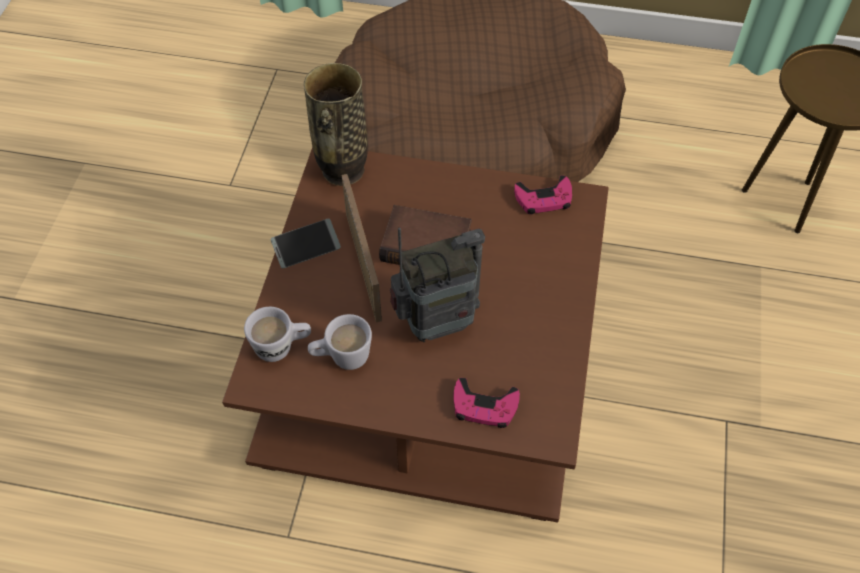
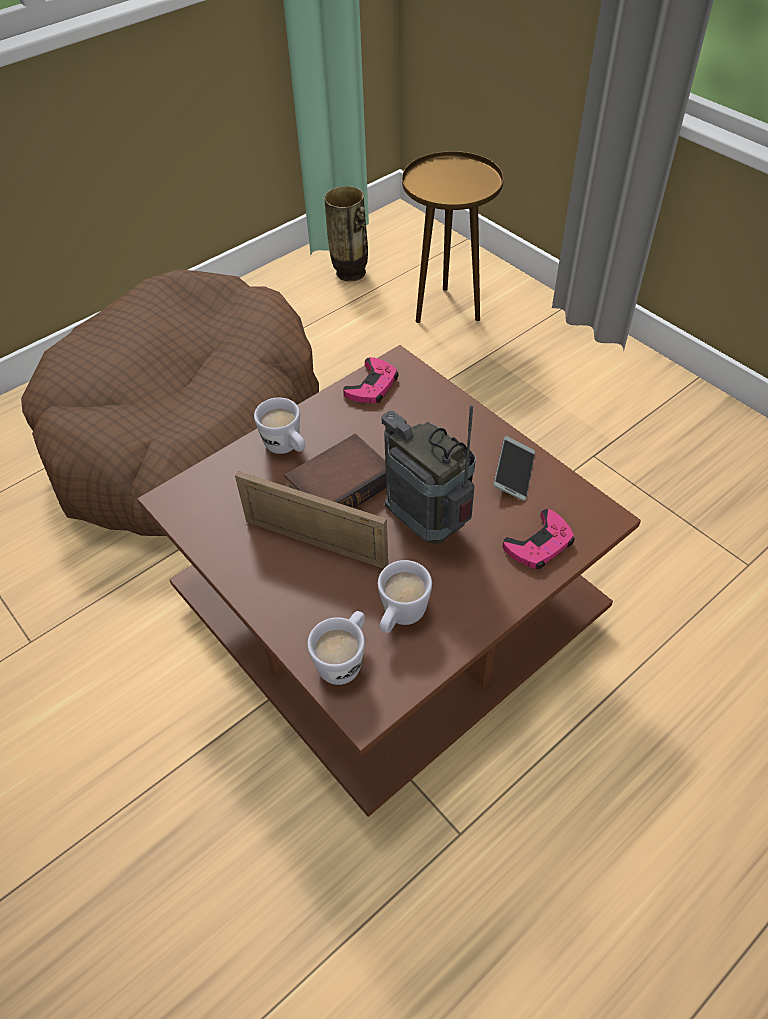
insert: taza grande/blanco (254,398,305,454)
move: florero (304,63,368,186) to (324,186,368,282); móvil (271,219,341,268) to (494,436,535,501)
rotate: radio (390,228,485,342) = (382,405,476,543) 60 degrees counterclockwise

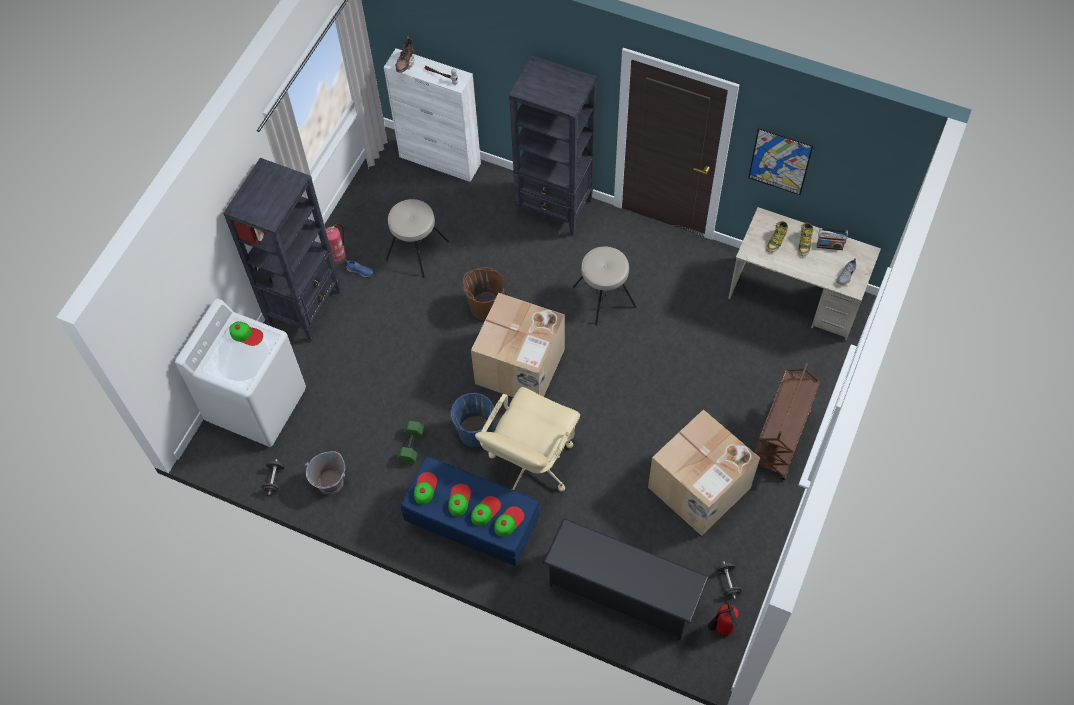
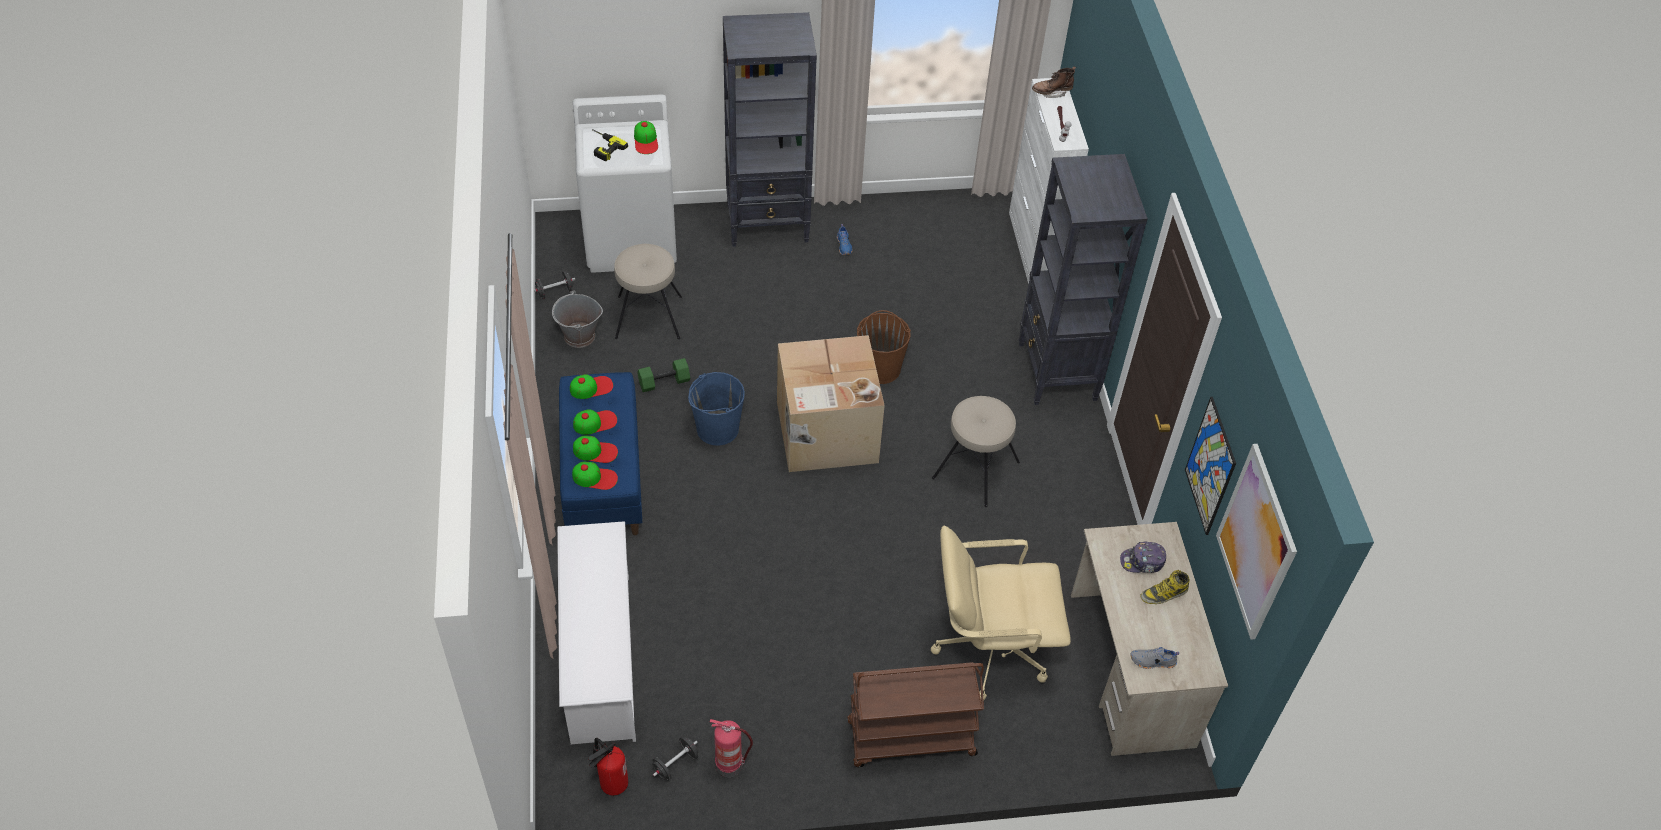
delete: caja de cartón (648,409,760,536); radio (817,228,848,250)
insert: taladro (592,129,628,161); cuadro (1216,444,1297,640)
move: taburete/beis (385,199,449,278) to (614,244,682,339); extintor (325,223,346,265) to (710,719,753,777); silla de oficina/beis (475,387,580,491) to (931,526,1071,701)
replace: bota (766,221,788,253) to gorra (1120,542,1166,573)
recolor: zapatero/negro (543,518,709,641) to zapatero/blanco (557,521,636,744)

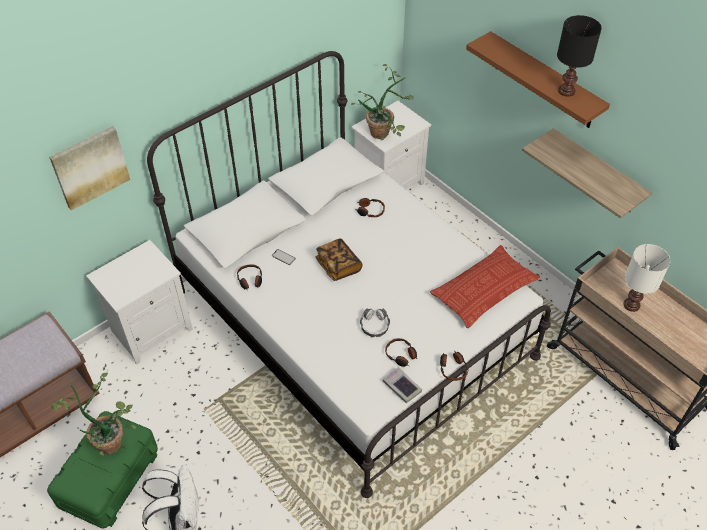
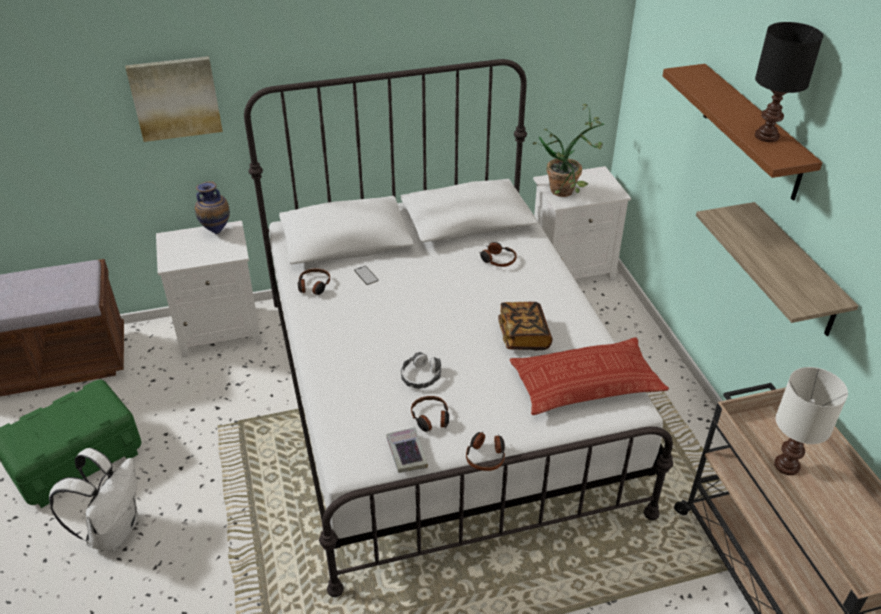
delete: planta en maceta (51,373,137,455)
insert: florero (195,181,230,234)
move: libro (315,239,363,281) to (498,302,553,350)

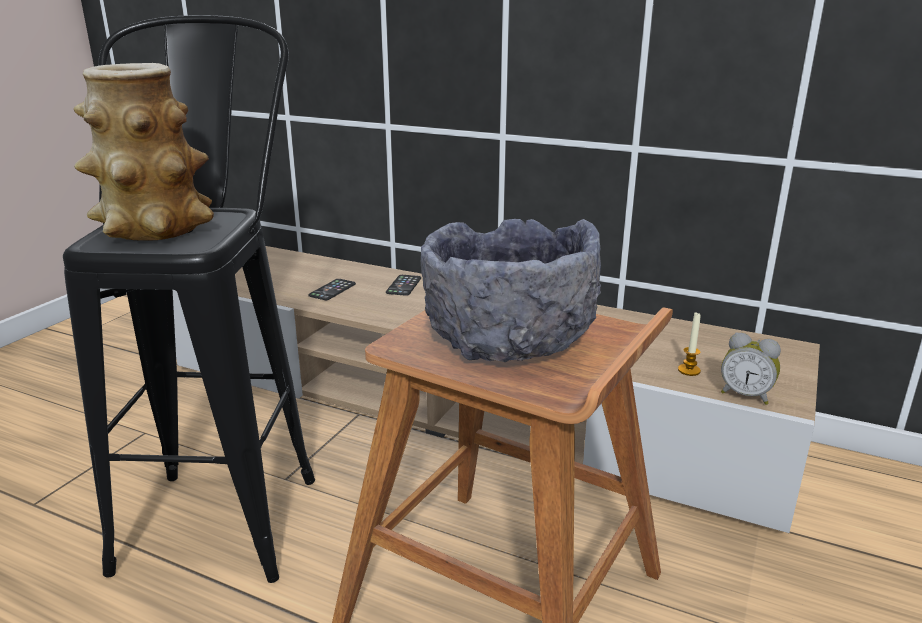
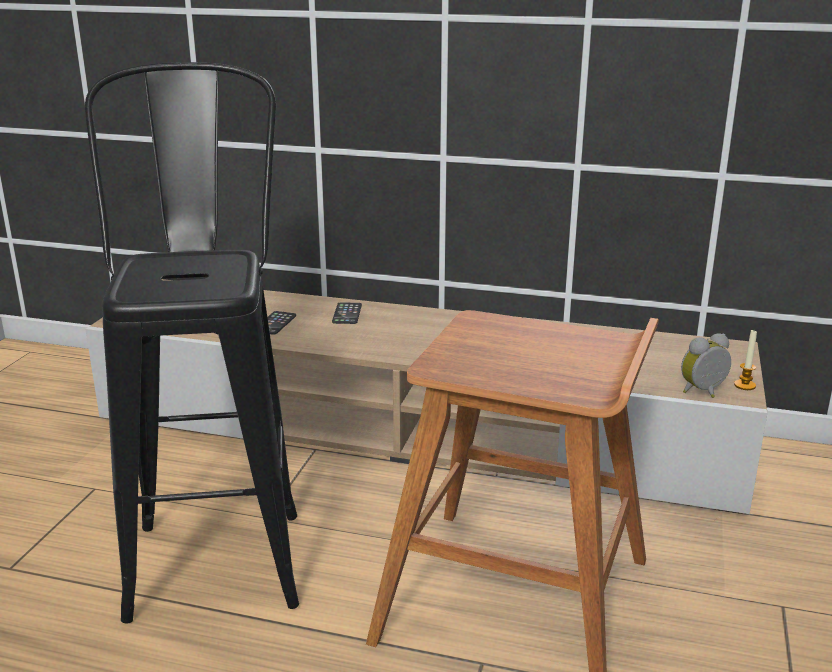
delete: florero (74,63,214,241); cuenco/gris (421,219,601,362)
move: vela (678,312,701,376) to (734,330,757,390)
rotate: despertador (721,333,781,405) = (681,333,731,398) 135 degrees clockwise

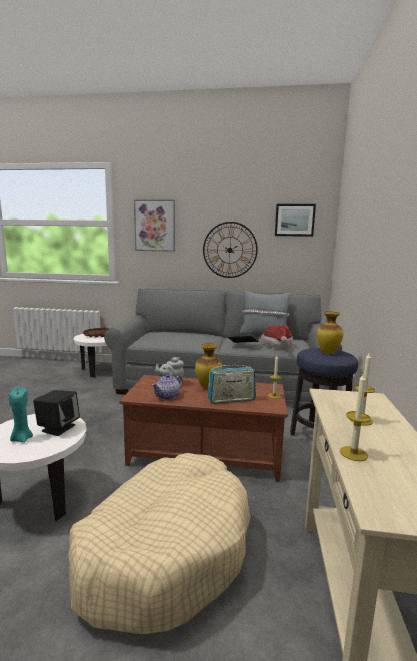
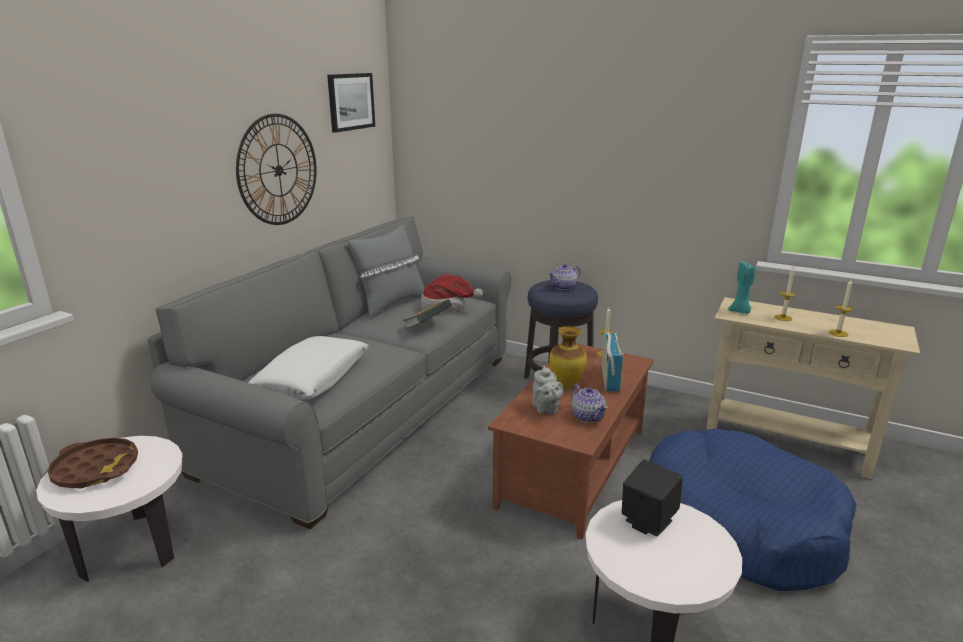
delete: cuadro (134,199,175,252)
insert: cojín/blanco (248,336,369,400)
move: vela/turquesa (9,387,33,443) to (728,261,755,314)
replace: florero (317,312,343,354) to tetera (548,264,581,290)
recolor: cama para perro/beis (69,453,251,634) to cama para perro/azul (649,429,857,591)

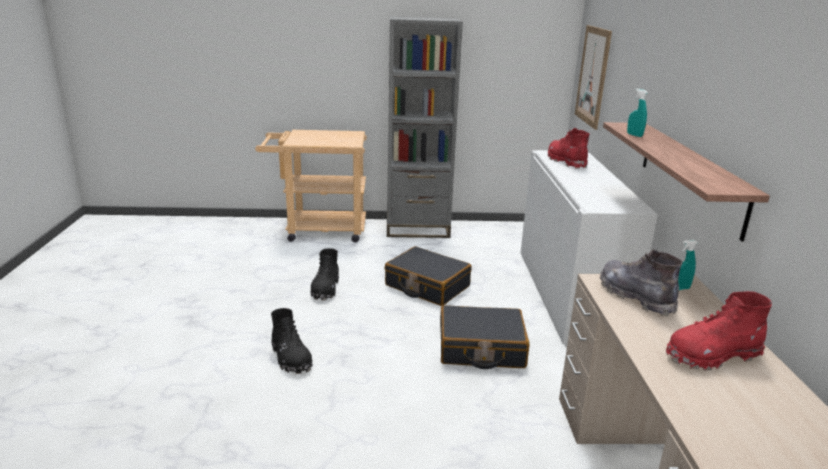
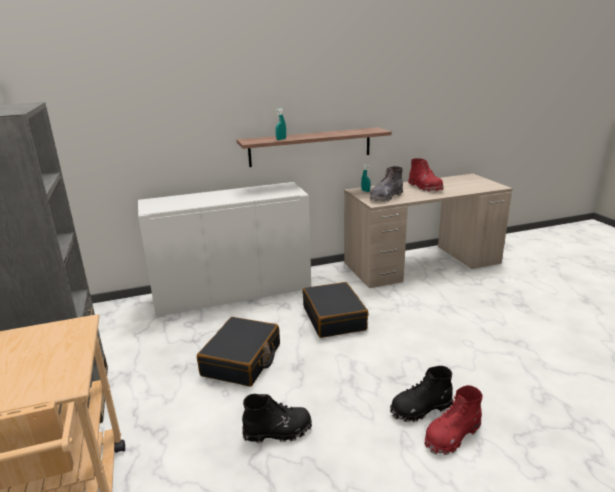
delete: cuadro (575,25,612,130)
move: bota/rojo (547,128,590,169) to (424,385,483,455)
rotate: bota/negro (271,308,313,374) = (390,366,454,422) 150 degrees counterclockwise

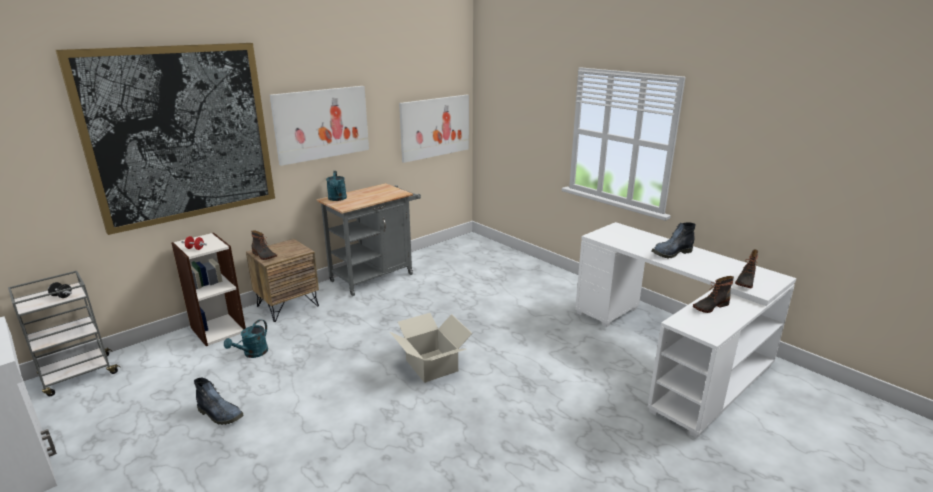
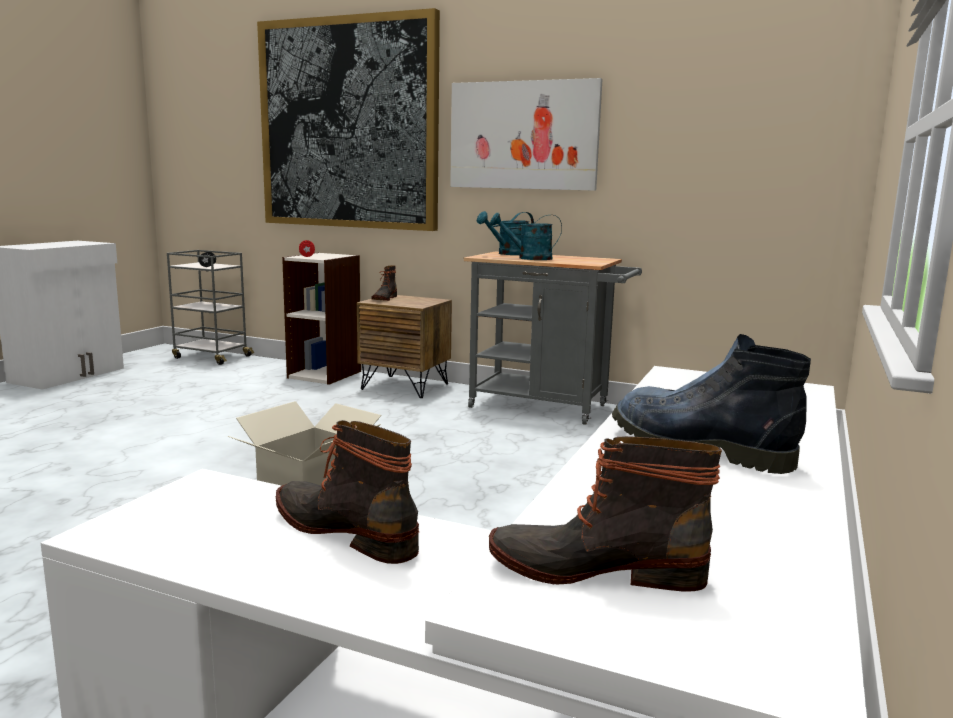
delete: bota (194,377,244,425); cuadro (399,95,469,163)
move: regadera/turquesa (224,319,268,358) to (490,213,562,260)

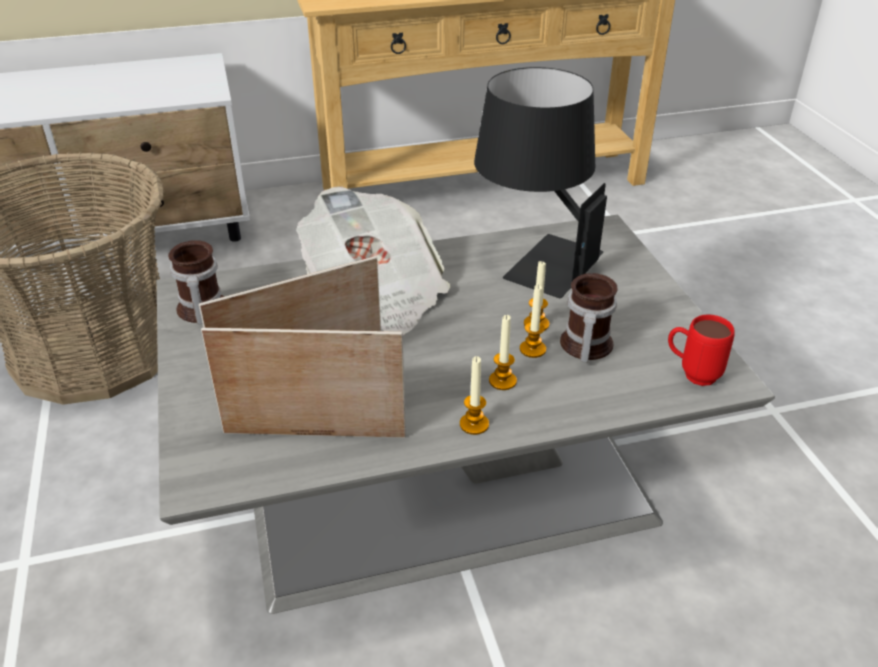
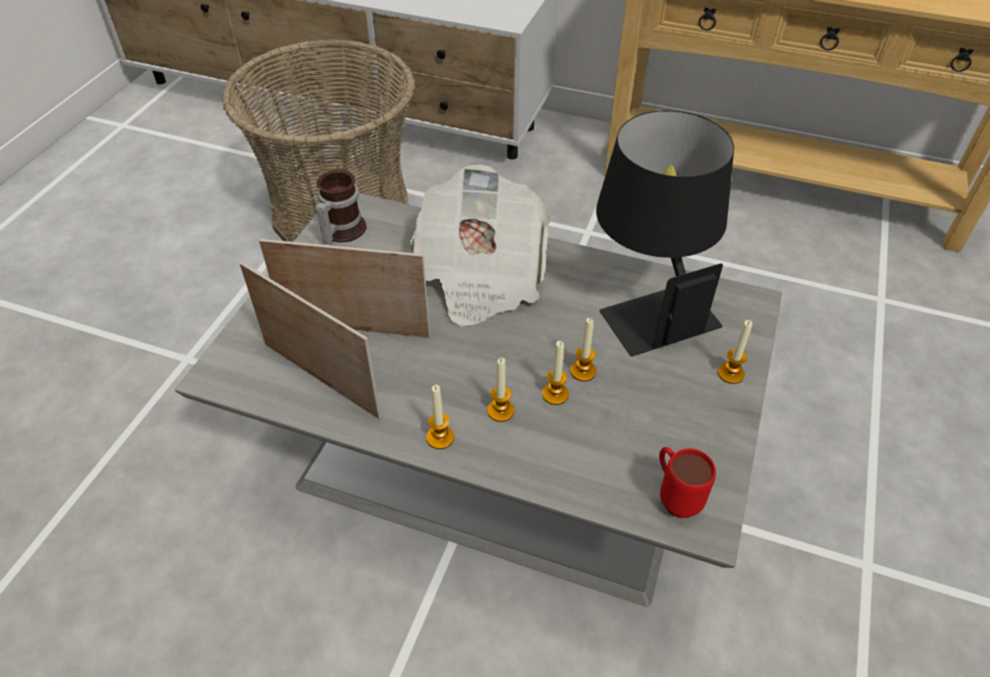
delete: taza grande (560,273,617,363)
insert: vela (718,320,752,384)

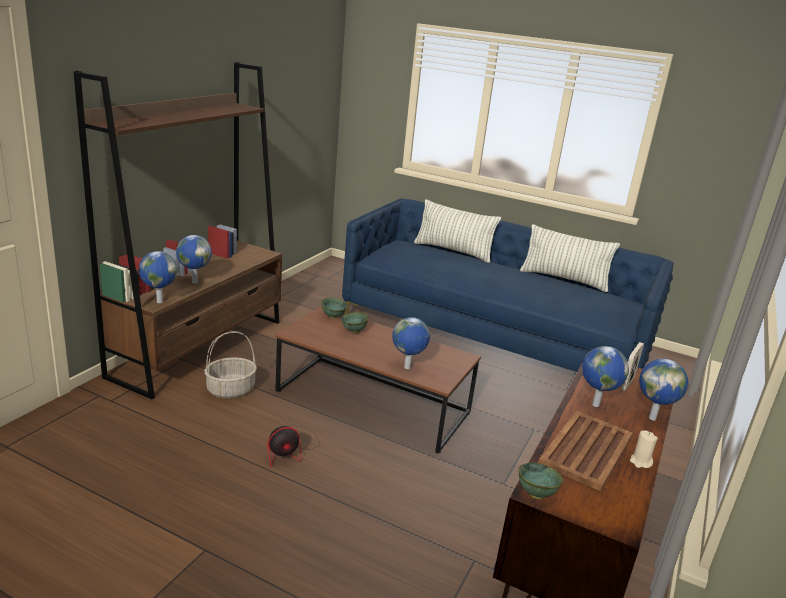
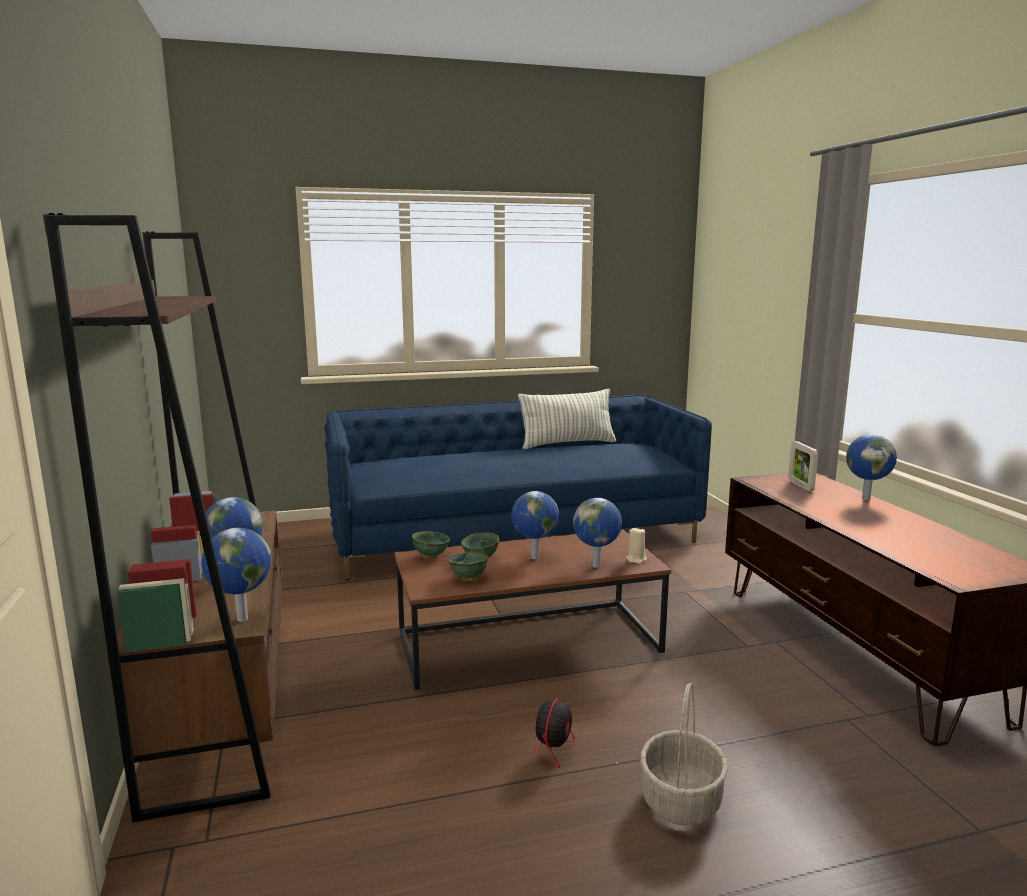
delete: cojín (414,200,501,263); bandeja/marrón (538,411,633,491)
move: cuenco/verde (518,462,563,499) to (448,553,489,581); globo terráqueo (582,346,629,407) to (511,491,559,559); vela/beis (630,430,658,468) to (626,528,647,564); cesta (204,331,257,398) to (640,683,728,826)

